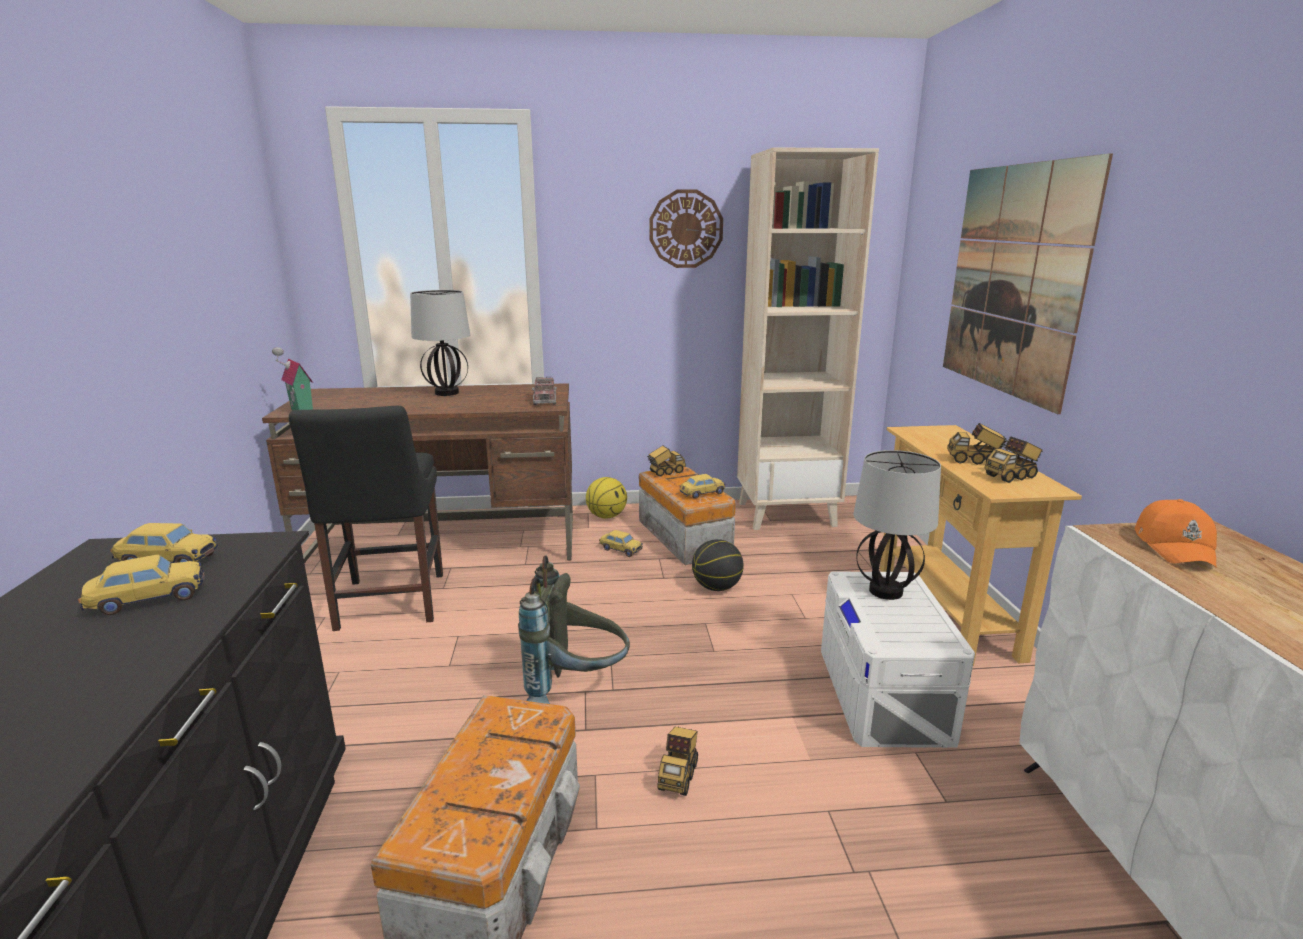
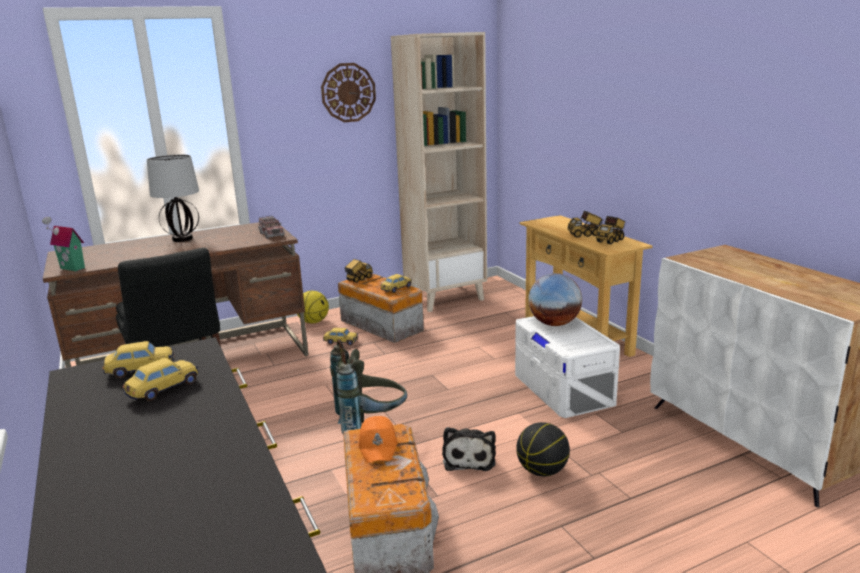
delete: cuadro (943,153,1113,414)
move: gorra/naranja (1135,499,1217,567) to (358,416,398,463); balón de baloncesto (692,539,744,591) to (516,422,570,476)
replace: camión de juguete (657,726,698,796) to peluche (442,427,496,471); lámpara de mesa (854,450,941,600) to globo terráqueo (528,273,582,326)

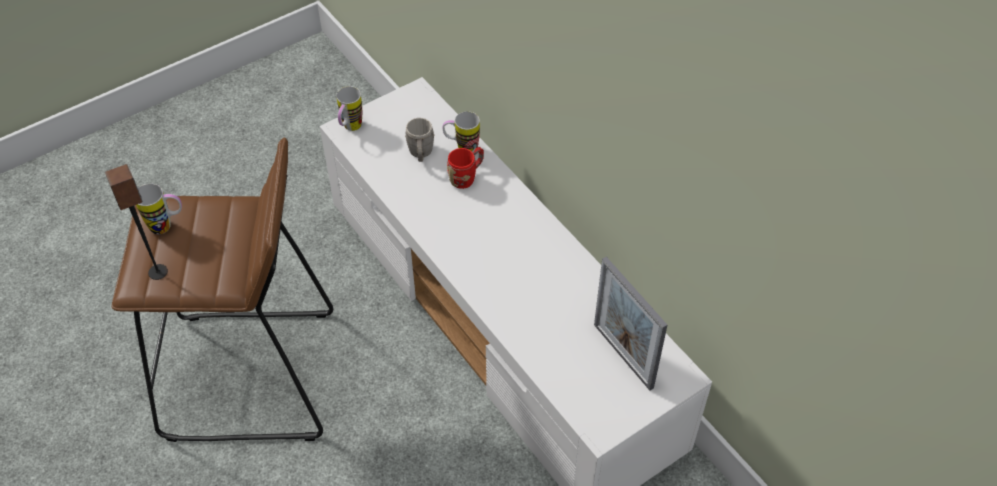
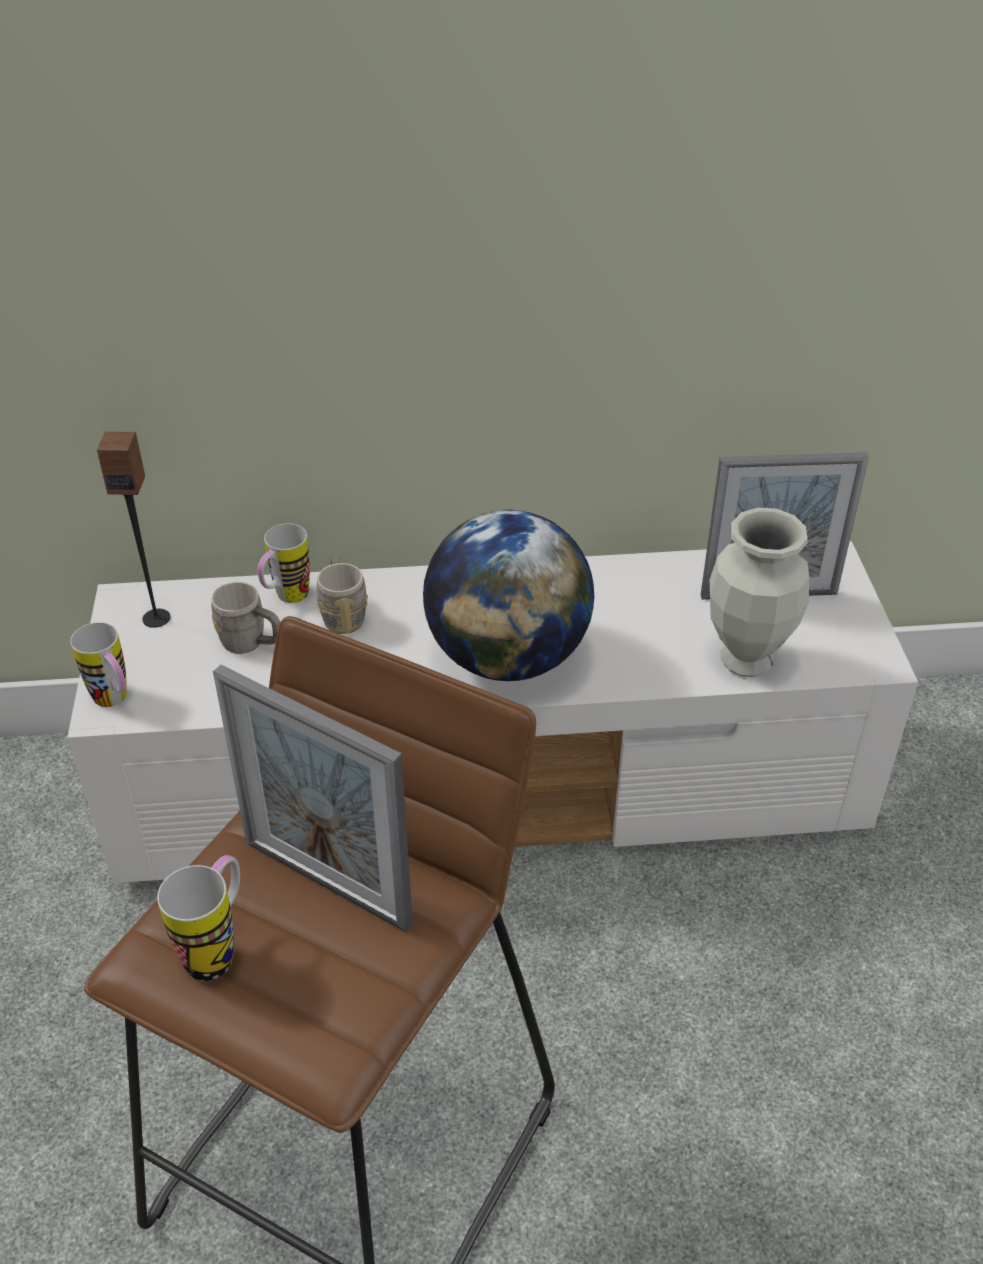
insert: portarretratos (213,665,413,933); globo terráqueo (423,510,594,681); florero (710,508,809,677)
move: altavoz (105,164,168,280) to (97,431,171,628)
recolor: taza grande/rojo (447,147,484,189) to taza grande/gris (317,557,368,634)

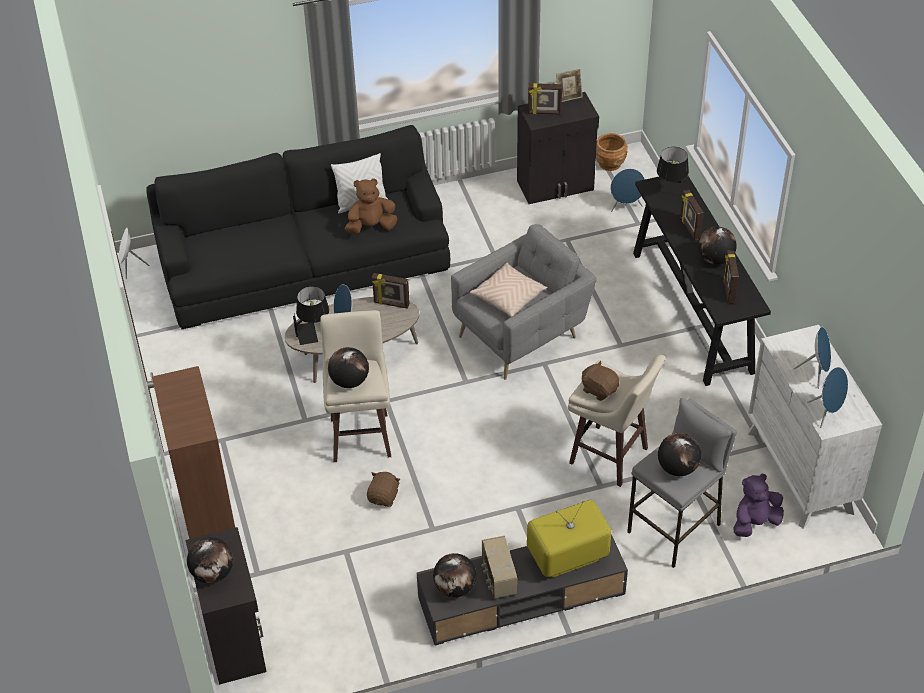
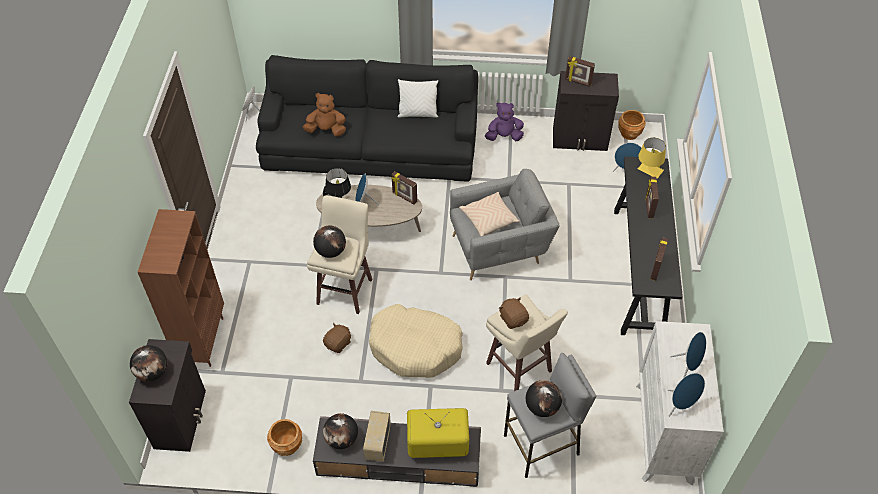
delete: portarretratos (556,69,583,102); globo terráqueo (698,226,737,265)
insert: maceta/marrón (267,419,302,456); cama para perro/beis (369,304,463,378)
move: peluche/marrón (345,178,397,234) to (303,93,346,137); peluche/morado (734,474,784,537) to (485,102,524,141)
recolor: lámpara de mesa/negro (657,147,689,195) to lámpara de mesa/amarillo (638,137,666,179)

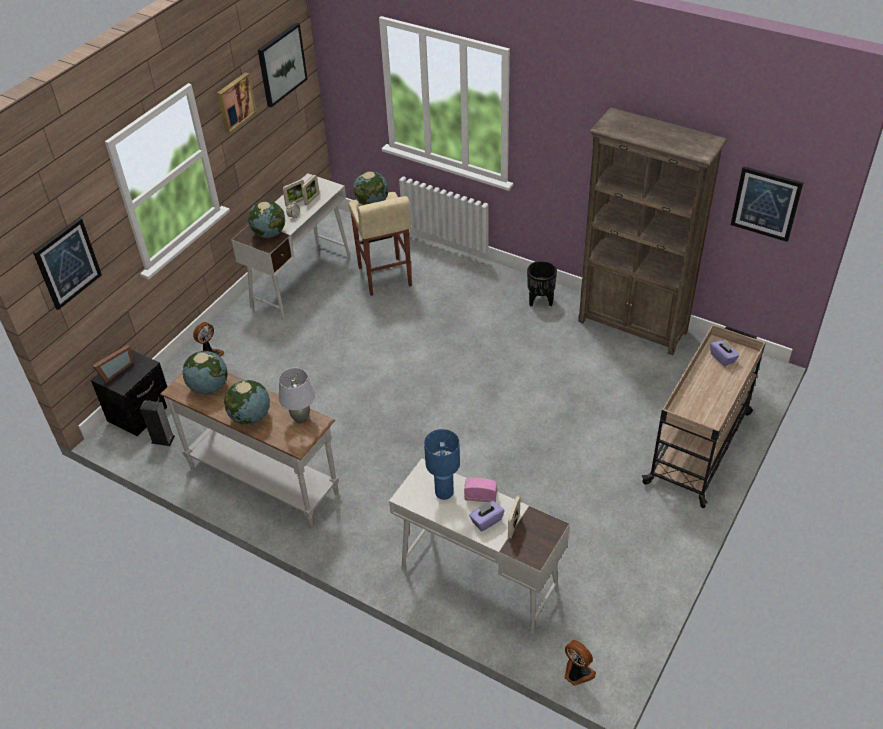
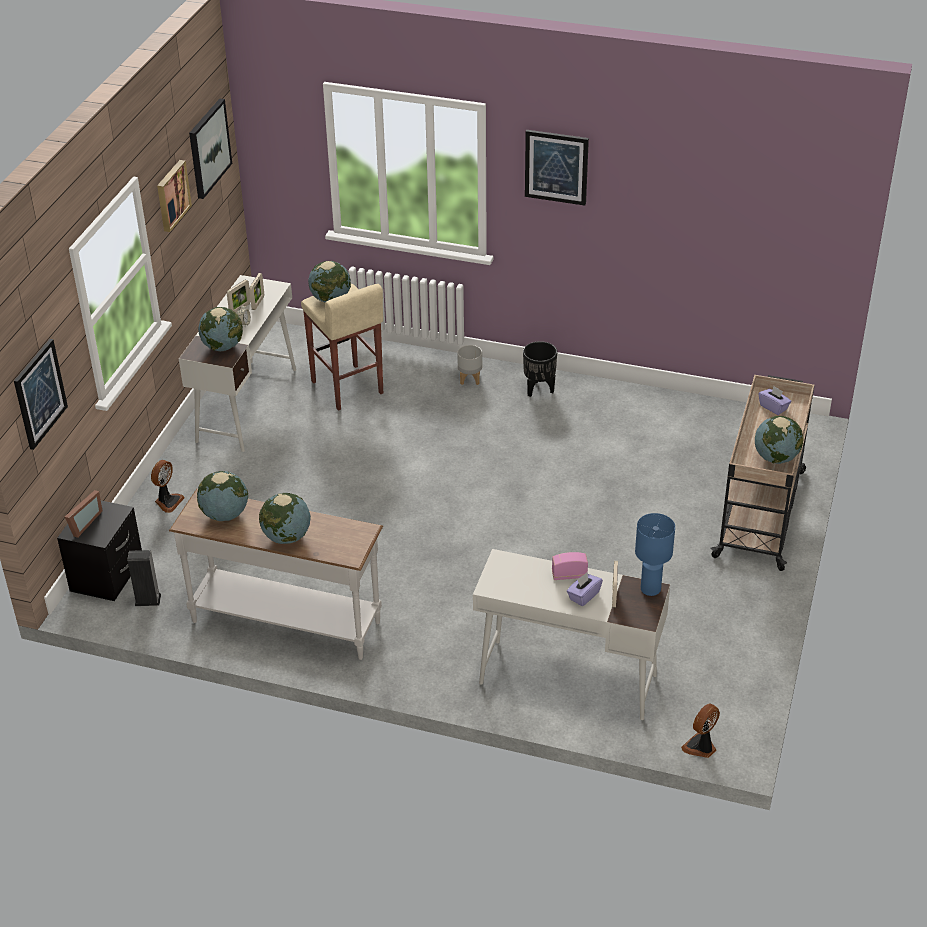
delete: lámpara de mesa/gris (279,368,315,424); estantería/marrón (578,108,727,355)
insert: maceta/gris (457,345,482,385); globo terráqueo (755,416,804,464)
move: cuadro (731,166,803,242) to (525,130,589,206); lámpara de mesa/azul (424,429,460,500) to (635,513,675,596)
rotate: ventilador (564,640,596,686) = (681,703,720,758) 75 degrees counterclockwise

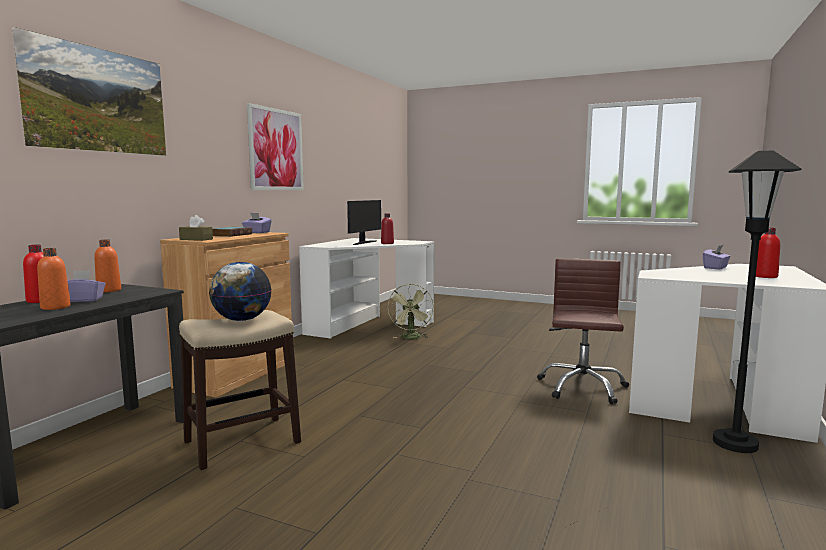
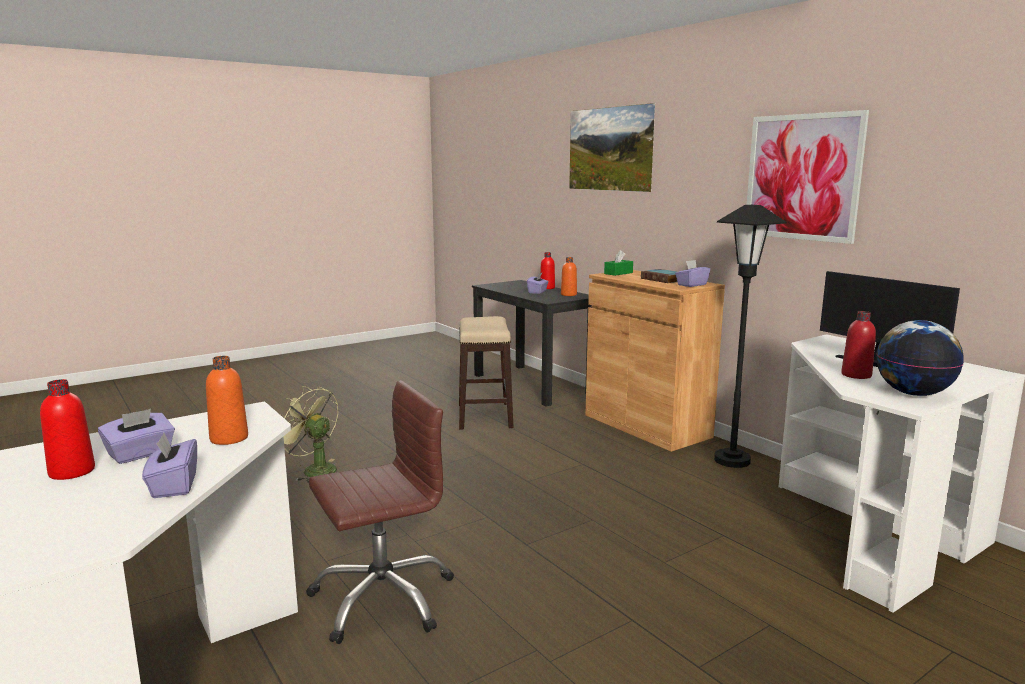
insert: caja de pañuelos/morado (98,409,175,464)
move: botella/naranja (37,248,71,310) to (206,356,248,445); ventilador/verde (388,284,434,339) to (280,386,338,483); lámpara de pie/negro (713,151,801,453) to (714,205,787,468); globo terráqueo (209,262,272,321) to (876,320,964,396)
recolor: caja de pañuelos/marrón (179,215,213,241) to caja de pañuelos/verde (604,250,633,276)
rotate: silla de oficina/marrón (537,259,629,404) = (306,380,454,644) 75 degrees counterclockwise

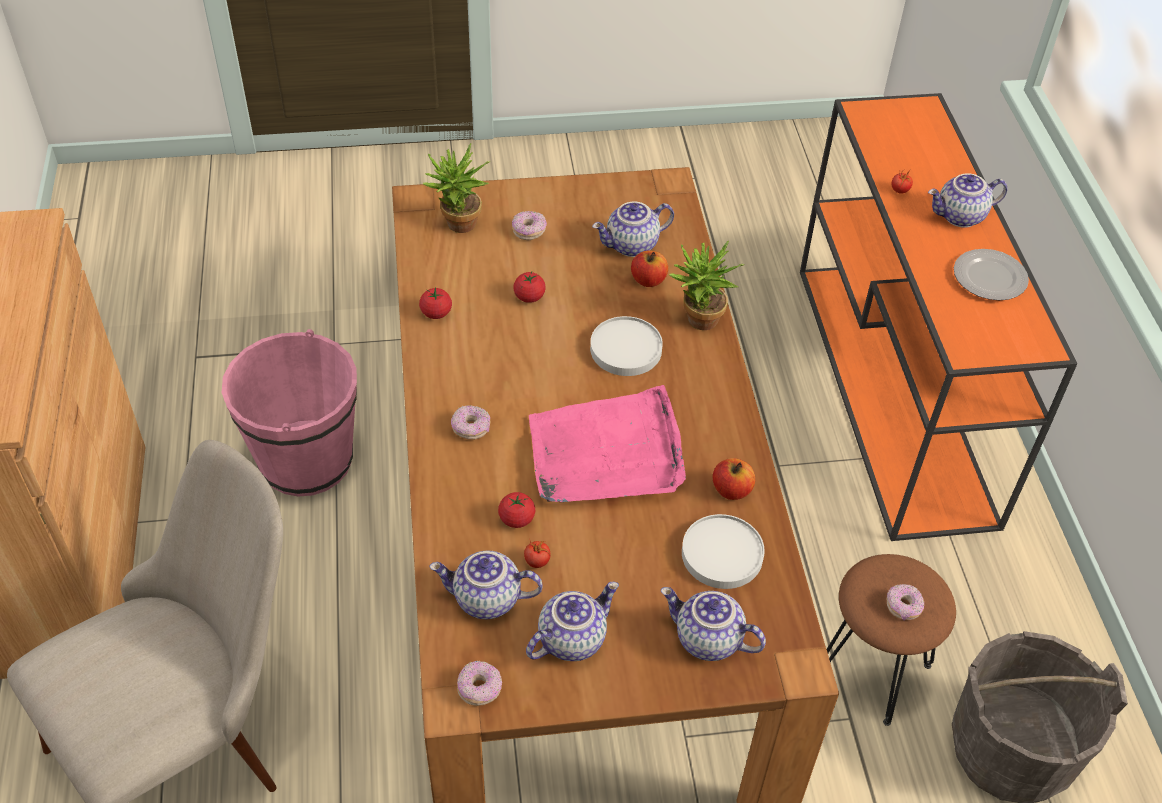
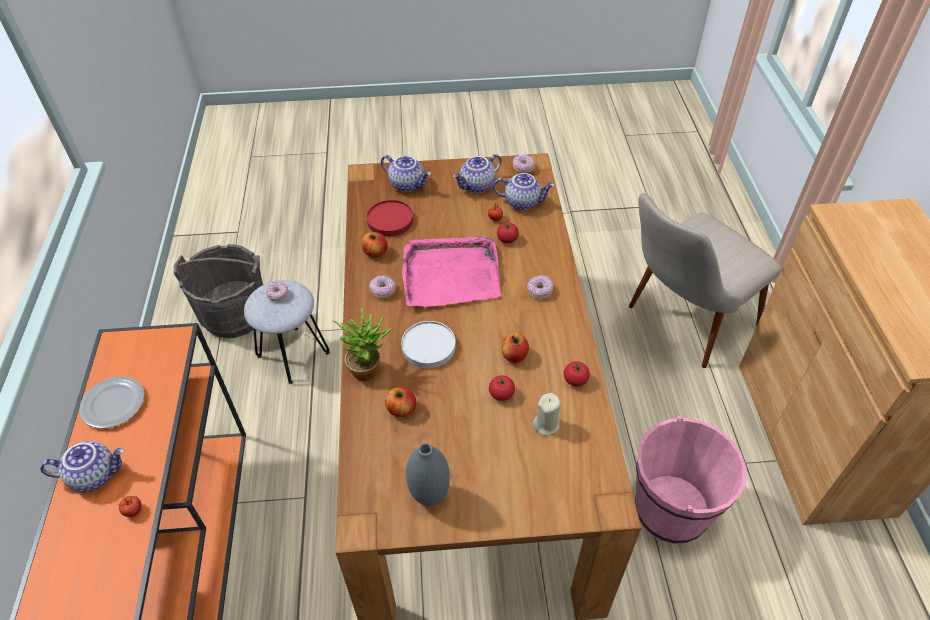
delete: planta en maceta (423,143,491,233); tetera (592,202,674,257)
insert: florero/gris (406,443,450,506); manzana (501,333,529,363); vela/beis (532,393,561,436)
move: rosquilla (512,211,547,241) to (369,275,396,298)
recolor: taburete/marrón (827,554,956,726) to taburete/gris (244,280,330,384); plato/blanco (682,514,764,589) to plato/rojo (366,200,413,236)

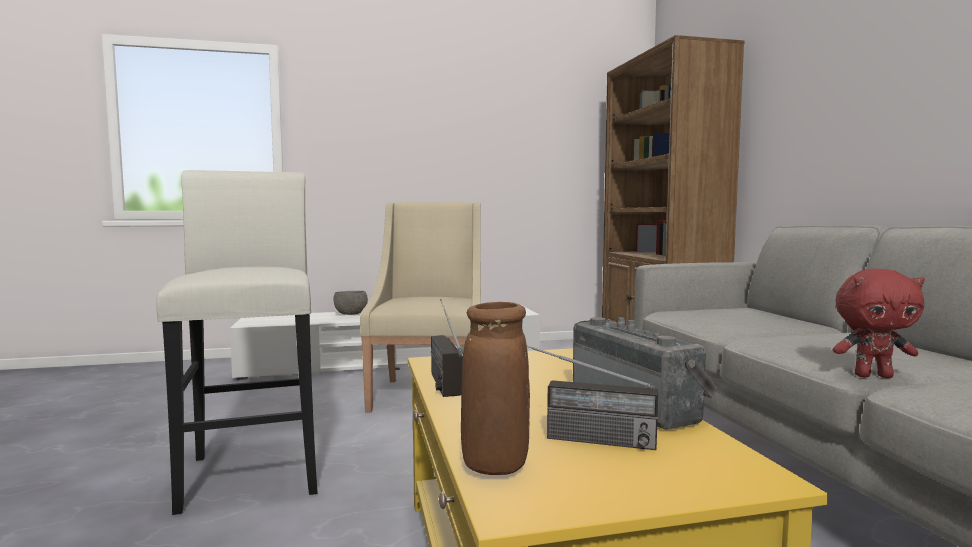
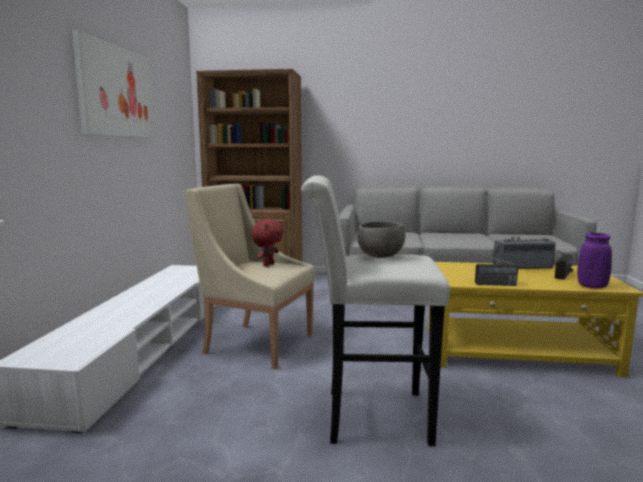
insert: cuadro (72,30,156,138)
move: peluche/rojo (832,269,925,378) to (251,219,283,267); cuenco/gris (334,291,368,315) to (357,221,405,258)
recolor: florero/marrón (461,302,530,475) to florero/morado (578,233,612,289)

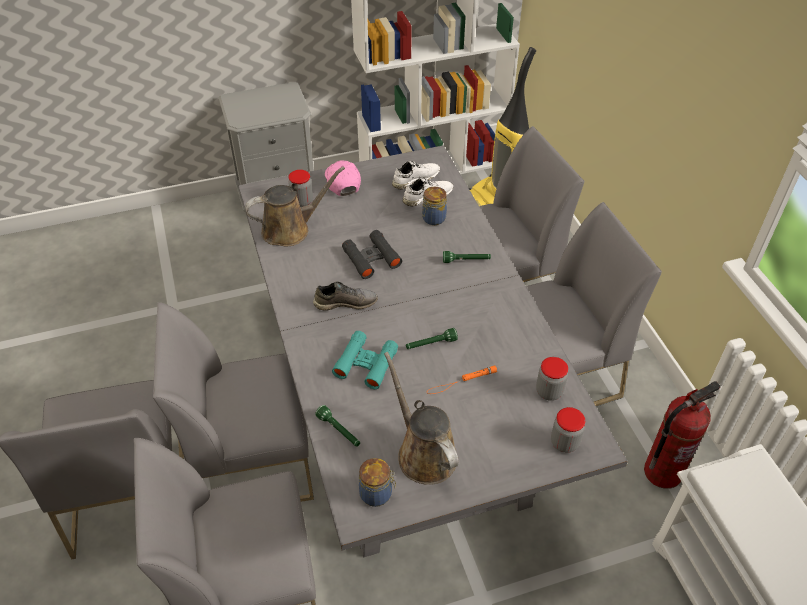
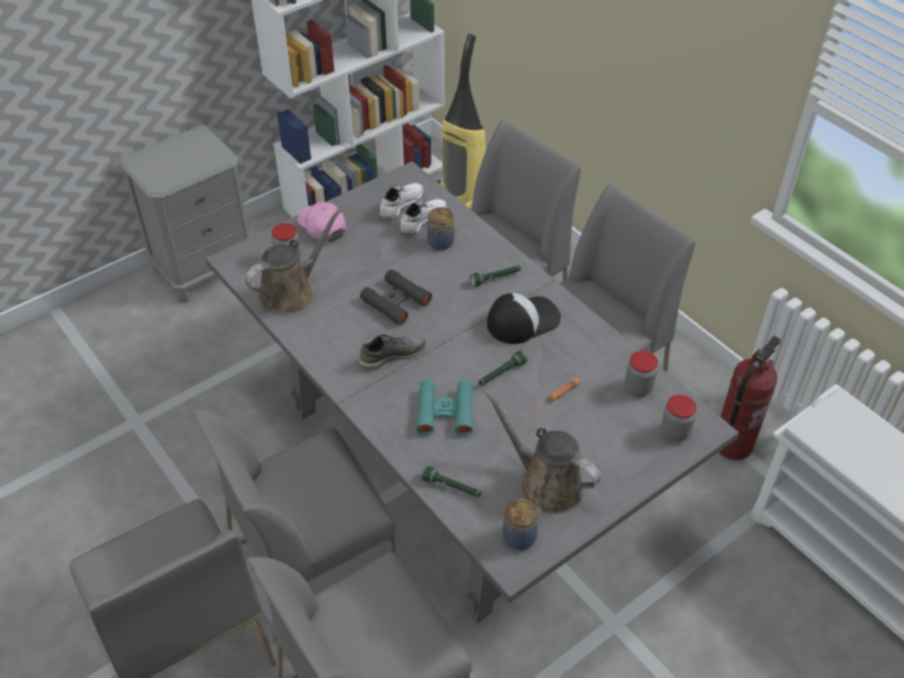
insert: gorra (487,293,561,344)

